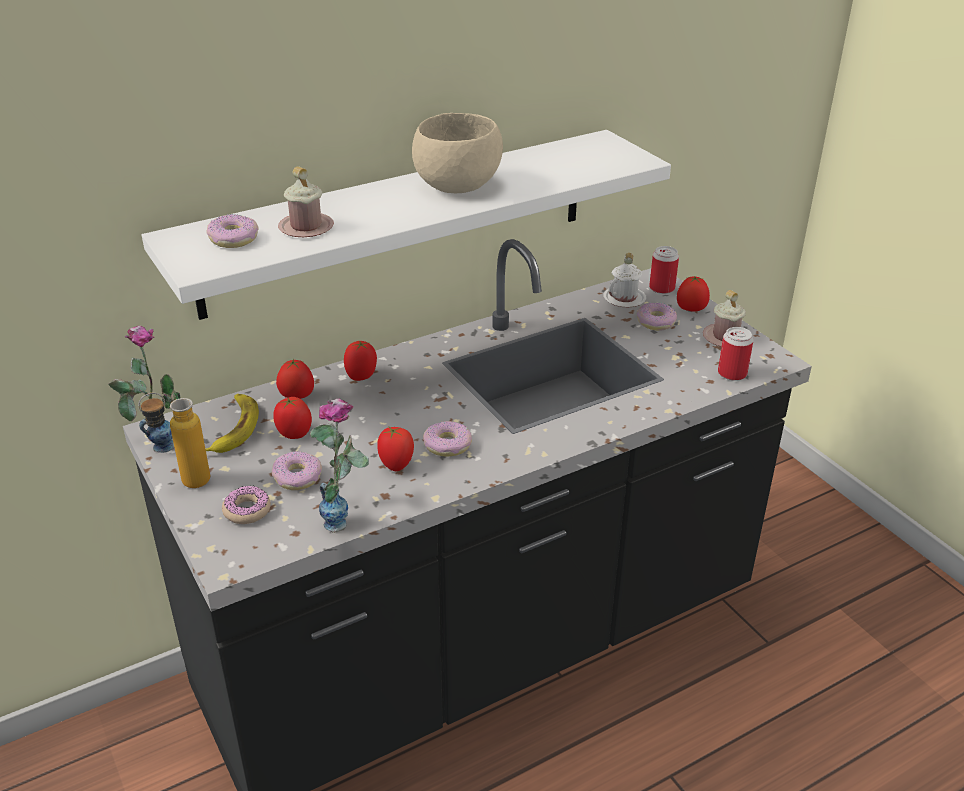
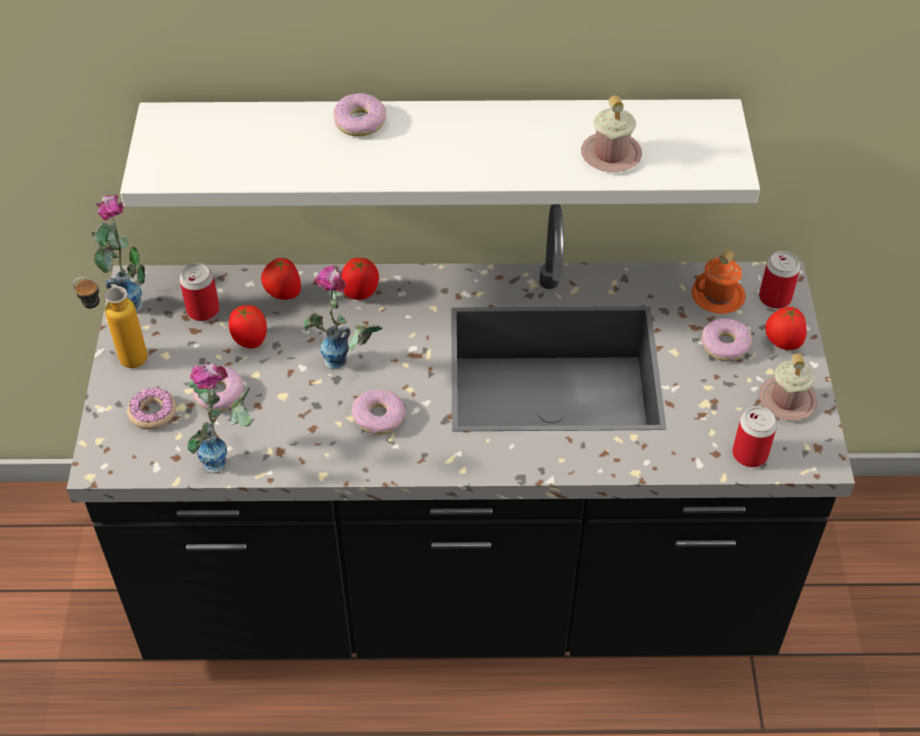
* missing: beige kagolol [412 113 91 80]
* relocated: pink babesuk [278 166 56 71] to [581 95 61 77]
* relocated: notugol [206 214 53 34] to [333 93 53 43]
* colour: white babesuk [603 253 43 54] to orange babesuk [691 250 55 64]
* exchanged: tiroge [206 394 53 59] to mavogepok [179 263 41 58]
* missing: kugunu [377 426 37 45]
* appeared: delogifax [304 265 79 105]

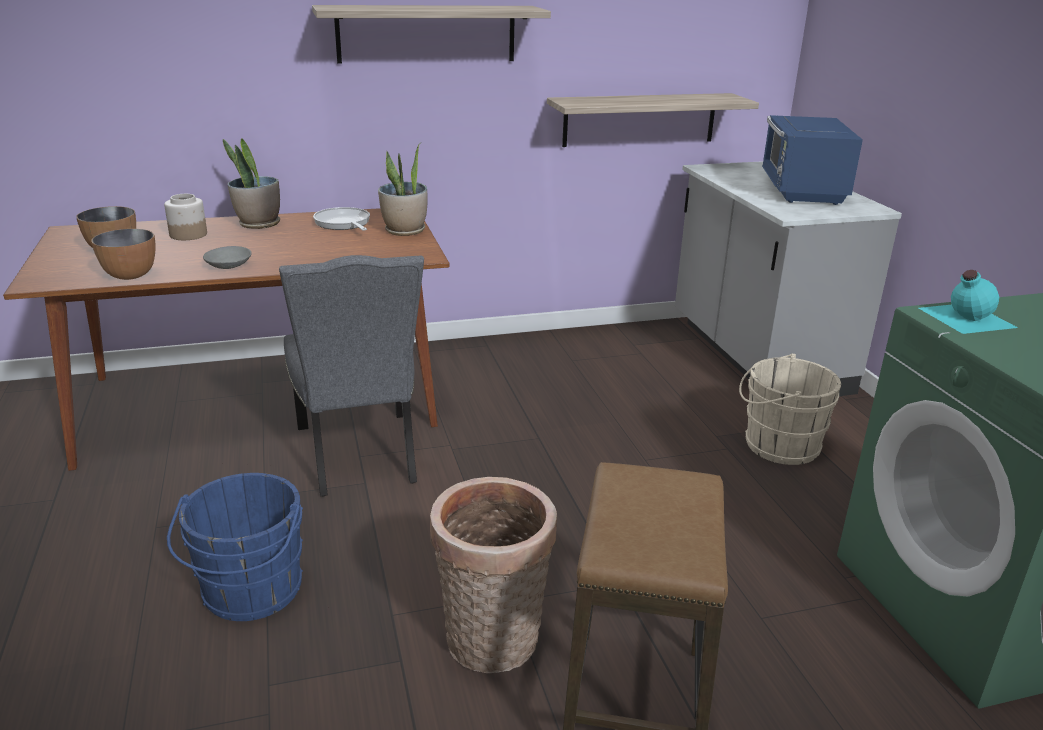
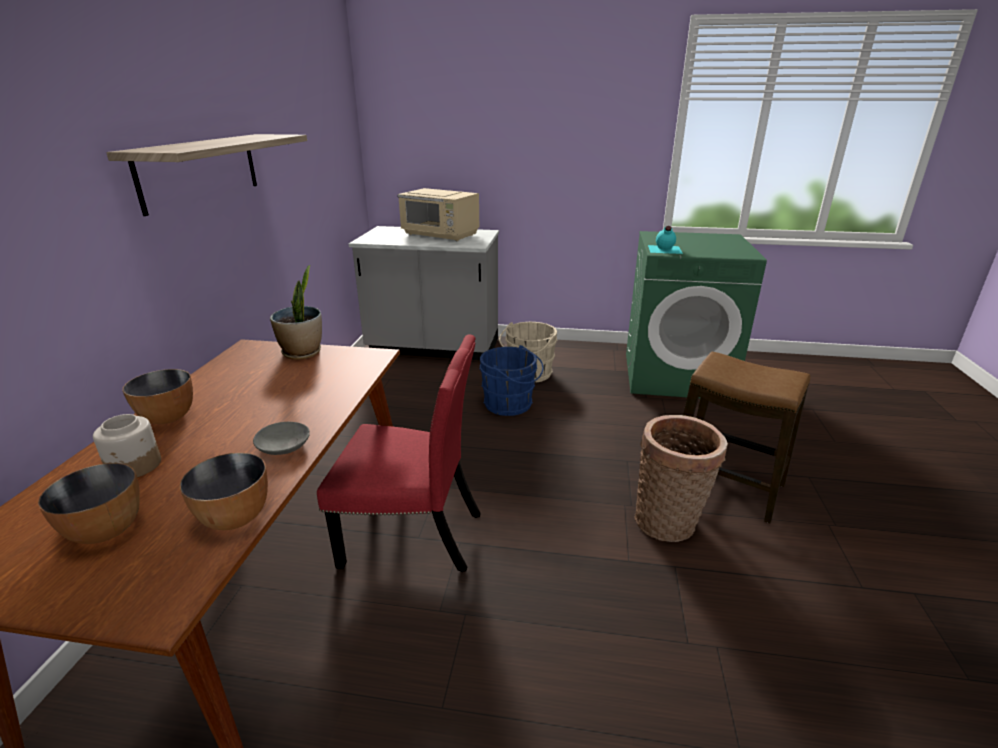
* missing: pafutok [547 93 212 54]
* colour: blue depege [762 115 101 90] to beige depege [397 188 82 53]
* exchanged: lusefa [223 138 57 91] to kagolol [123 369 70 55]
* missing: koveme [313 207 57 24]
* colour: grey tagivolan [279 255 145 241] to red tagivolan [317 335 164 237]
* relocated: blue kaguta [167 473 136 148] to [479 345 65 71]

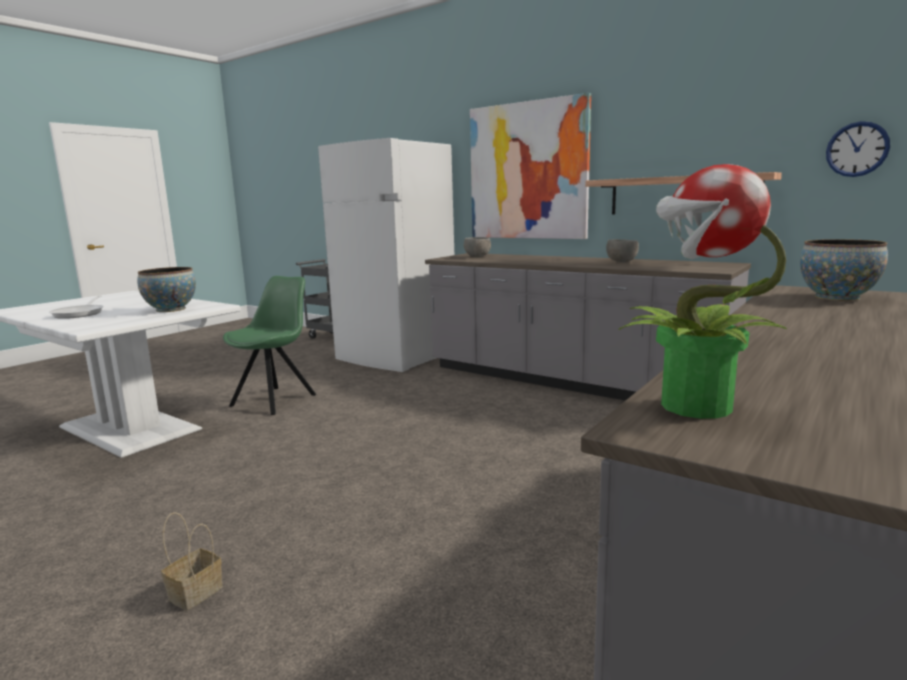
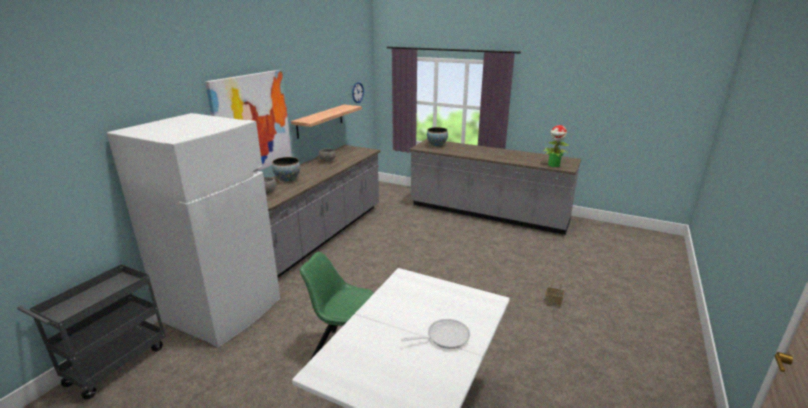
* relocated: kagolol [137 267 59 45] to [272 157 28 26]

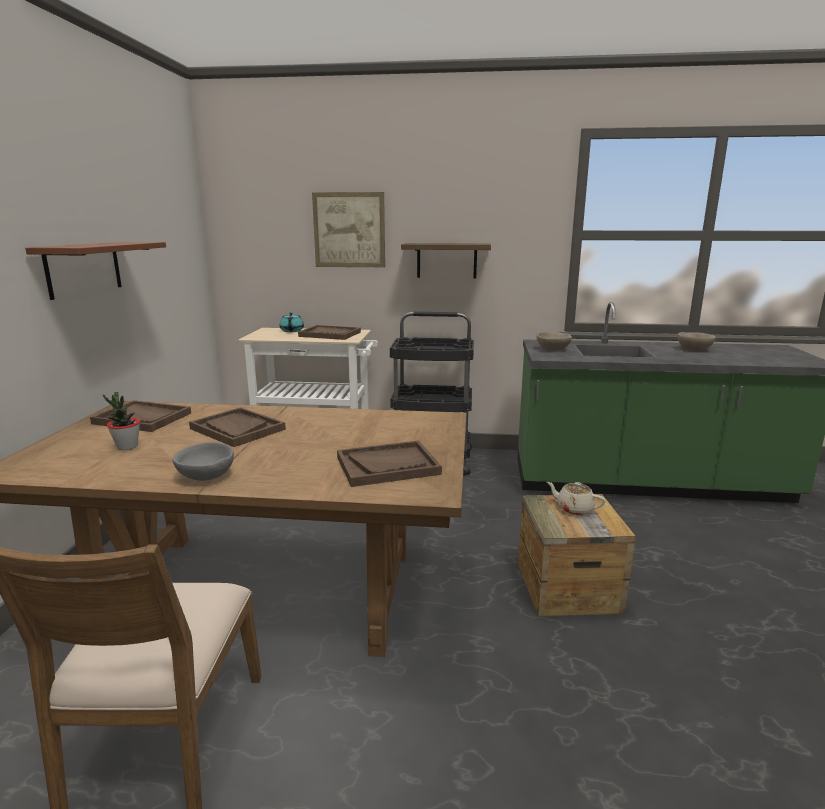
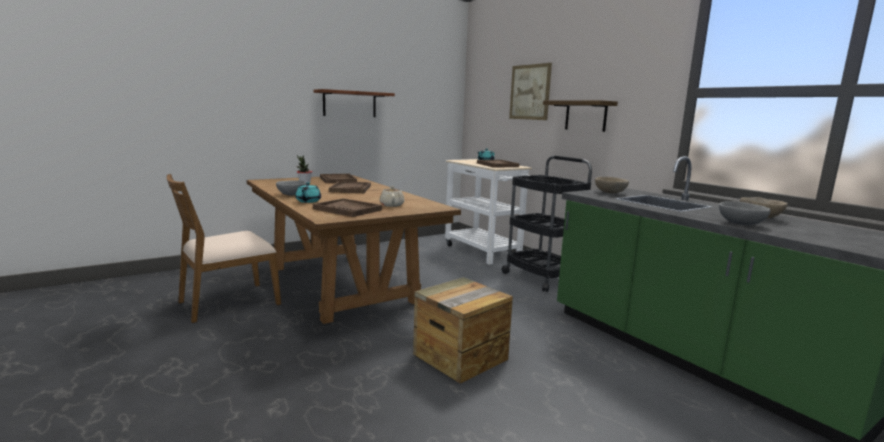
* relocated: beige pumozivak [547 482 59 33] to [380 186 25 21]
* appeared: turquoise pumozivak [295 182 26 21]
* appeared: grey kagolol [719 201 52 24]

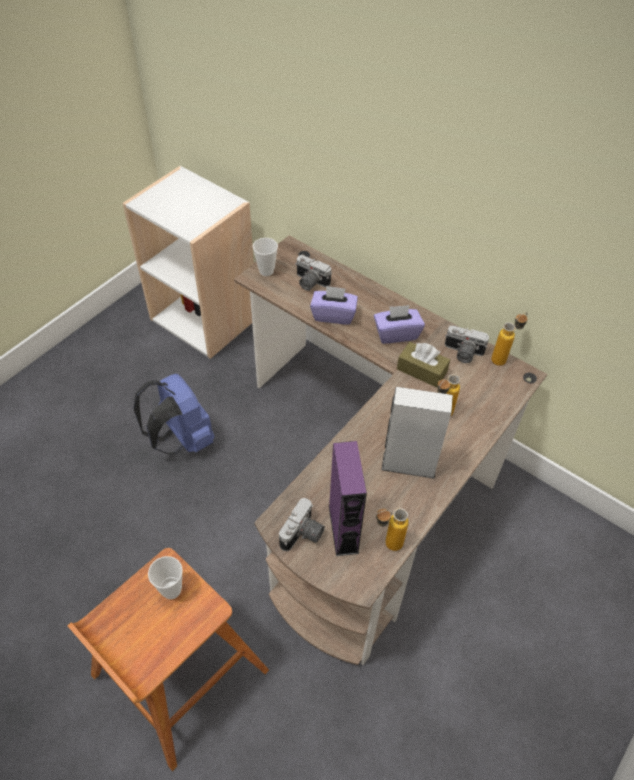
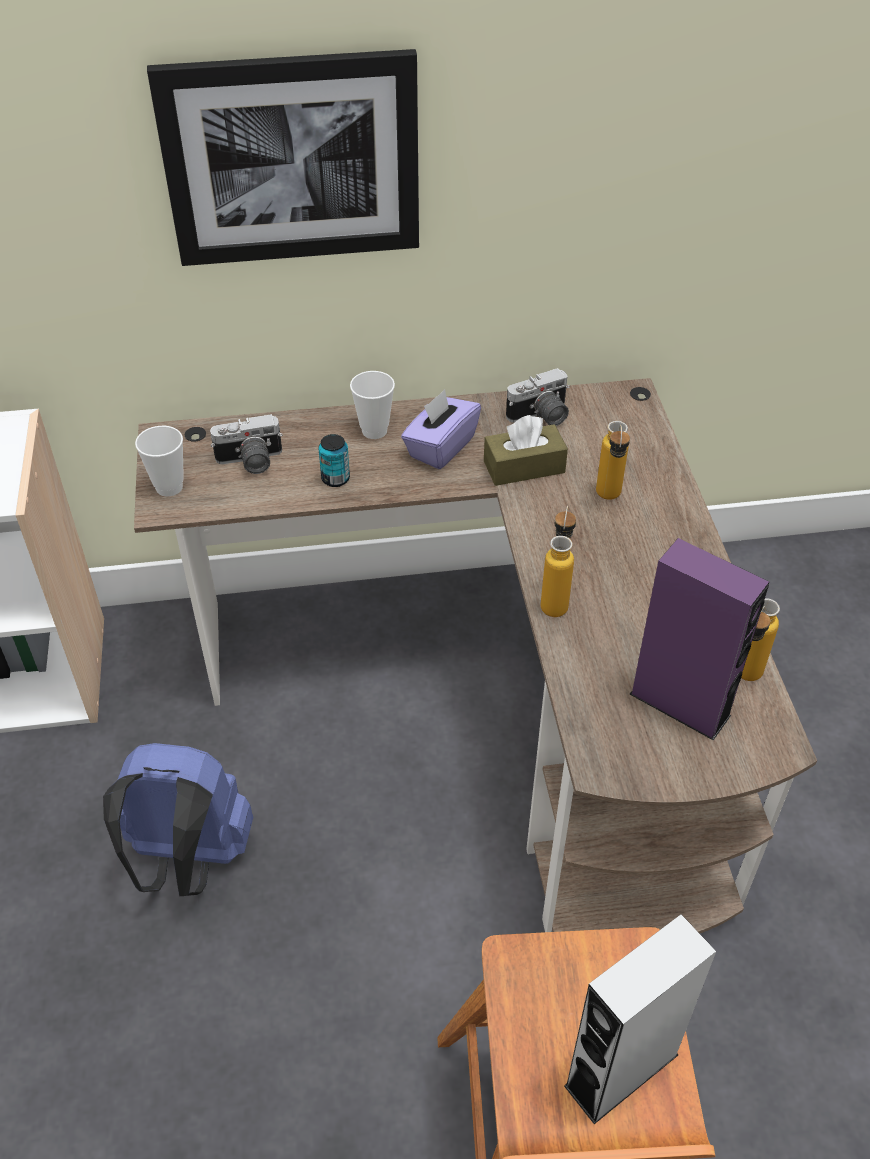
* exchanged: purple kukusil [310 285 48 40] to mavogepok [318 434 32 53]
* relocated: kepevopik [491 313 37 53] to [541 506 35 111]
* relocated: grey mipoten [382 387 71 92] to [564 914 152 210]
* missing: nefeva [279 498 46 53]
* relocated: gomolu [148 556 35 43] to [350 371 45 68]
* appeared: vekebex [147 49 272 217]

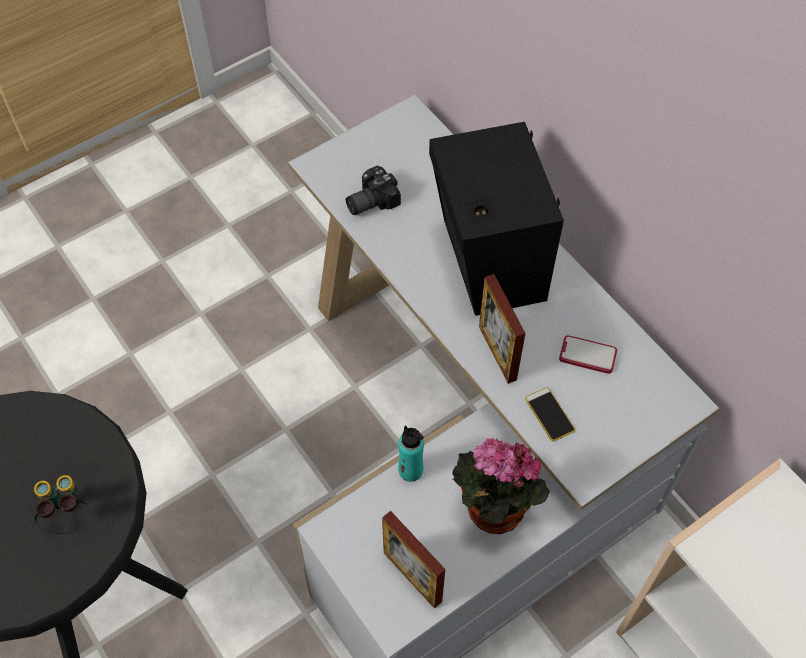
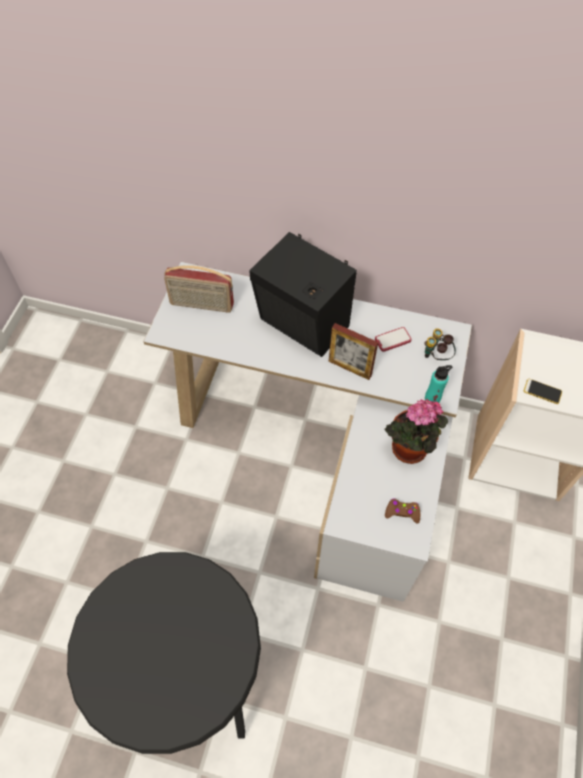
* missing: nefeva [346 166 55 49]
* relocated: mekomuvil [525 387 50 54] to [524 379 38 25]
* relocated: turquoise kepevopik [398 425 26 57] to [425 365 28 38]
* relocated: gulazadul [34 475 55 59] to [424 328 32 32]
* exchanged: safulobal [382 511 63 98] to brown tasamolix [385 499 35 24]
* appeared: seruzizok [164 265 70 48]

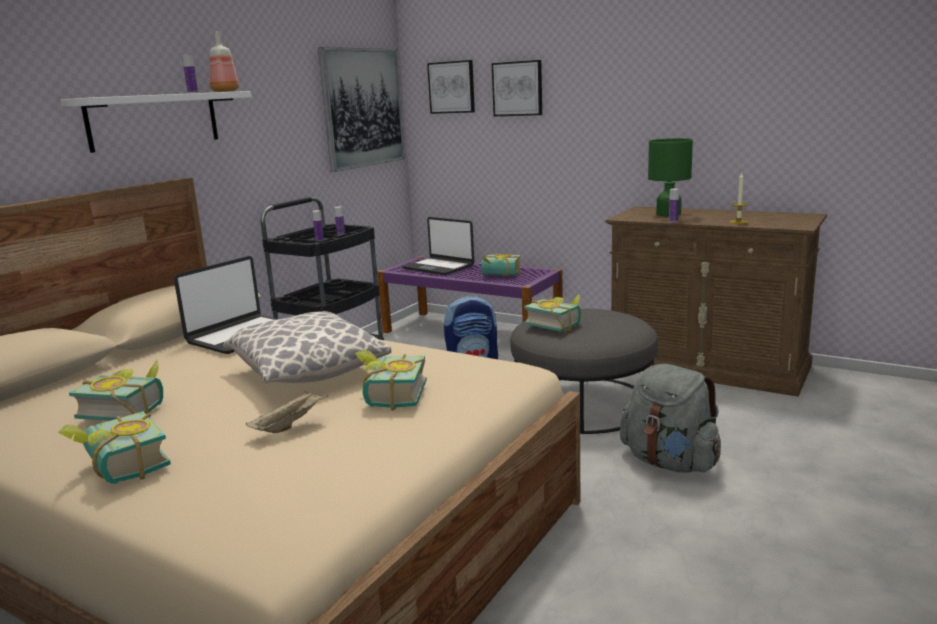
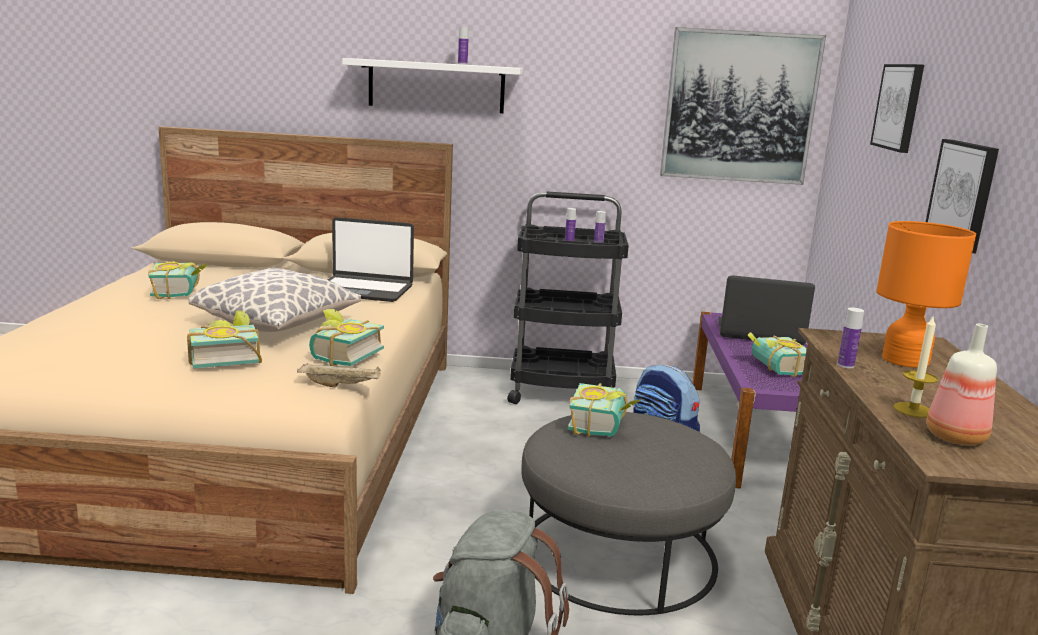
* relocated: kepevopik [210 31 29 61] to [926 324 71 121]
* relocated: vekebex [427 60 48 54] to [926 139 73 114]
* colour: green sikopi [648 138 45 79] to orange sikopi [876 221 100 147]
* spun: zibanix [402 217 72 58] = [718 275 97 70] 90 degrees clockwise
* relocated: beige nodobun [246 390 82 43] to [297 363 84 24]
* relocated: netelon [58 411 113 73] to [309 309 75 57]

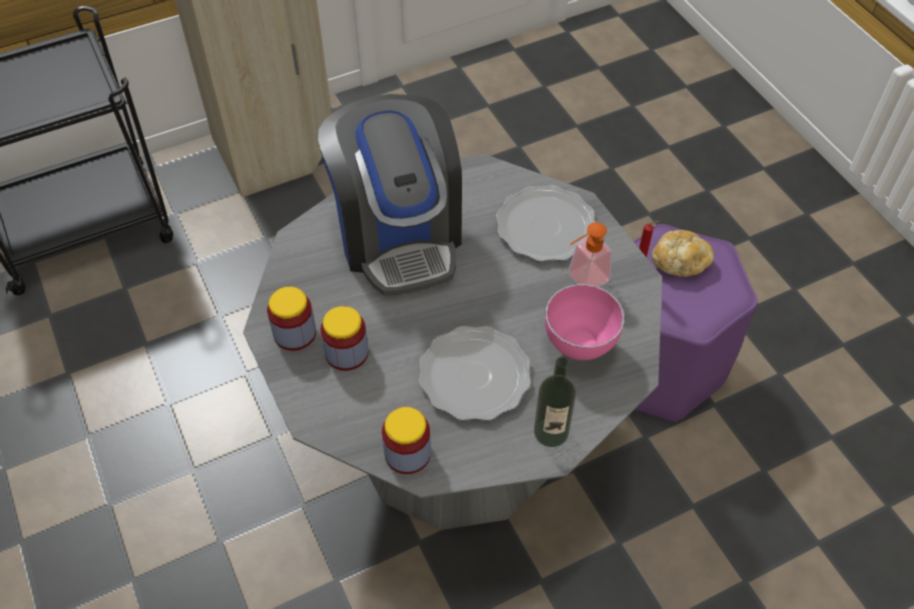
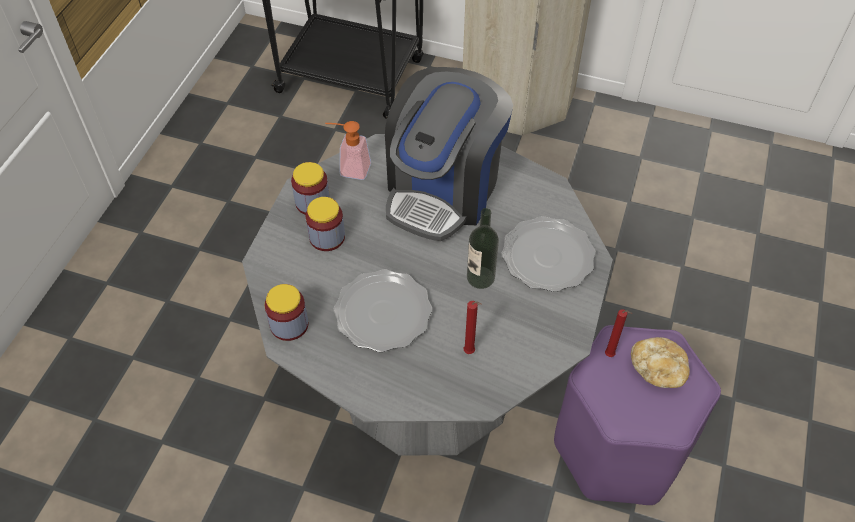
* relocated: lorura [568 223 44 64] to [325 121 46 59]
* exchanged: pink kagolol [545 284 80 76] to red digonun [464 301 18 53]
* relocated: kepevopik [534 357 42 90] to [467 208 32 81]

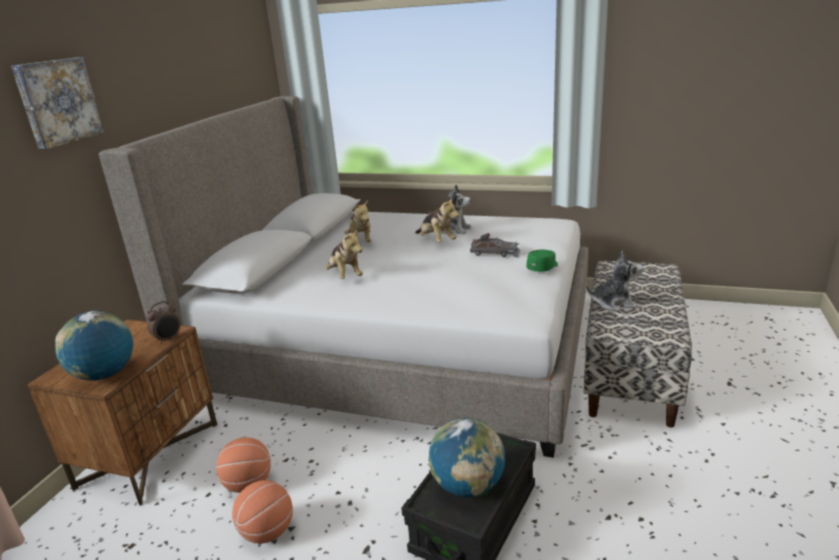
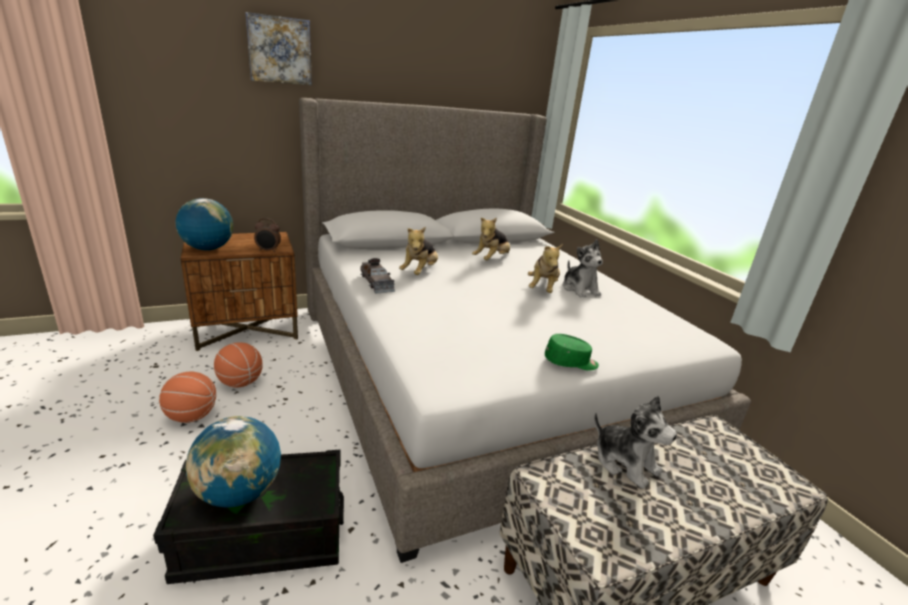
* relocated: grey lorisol [470 233 51 24] to [360 258 35 36]

